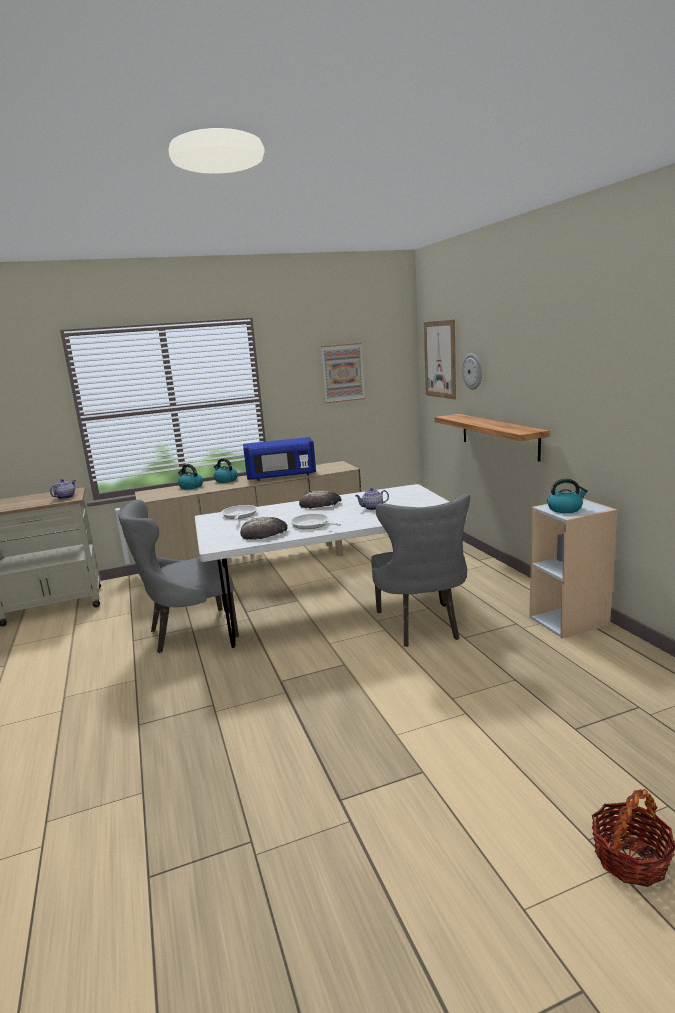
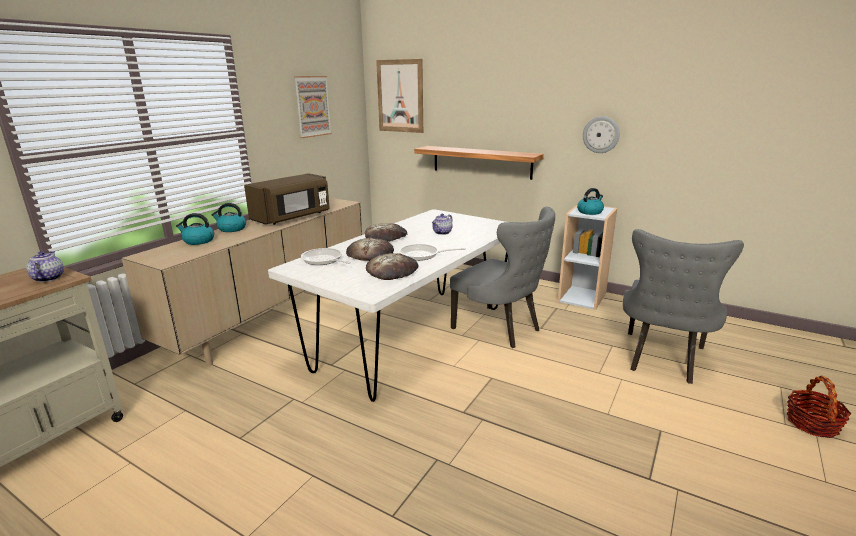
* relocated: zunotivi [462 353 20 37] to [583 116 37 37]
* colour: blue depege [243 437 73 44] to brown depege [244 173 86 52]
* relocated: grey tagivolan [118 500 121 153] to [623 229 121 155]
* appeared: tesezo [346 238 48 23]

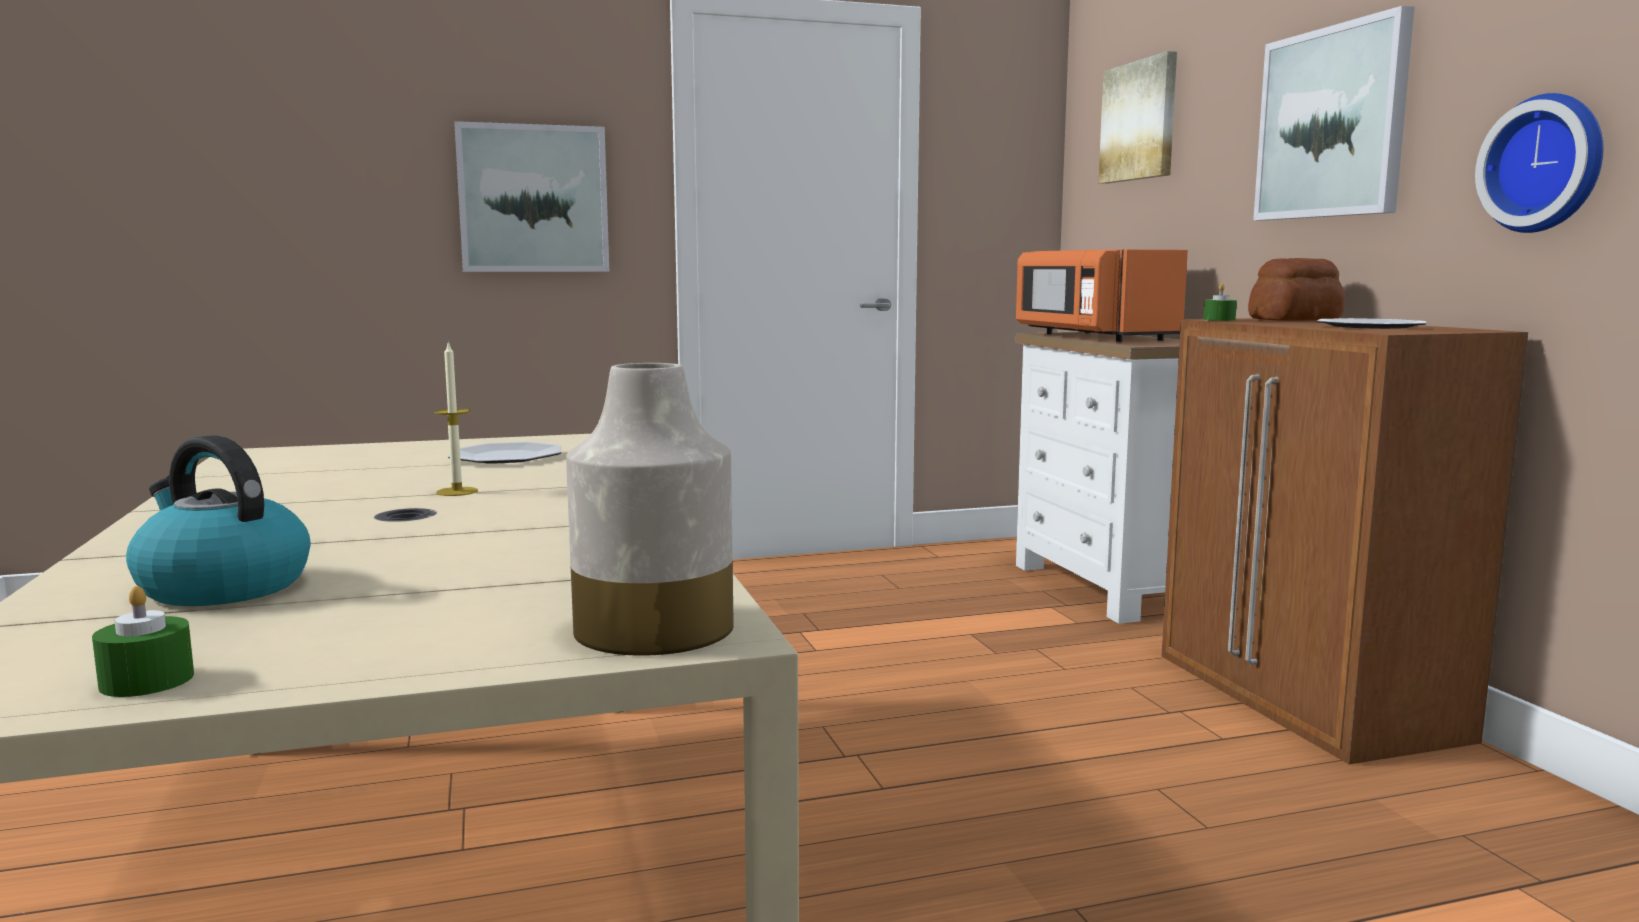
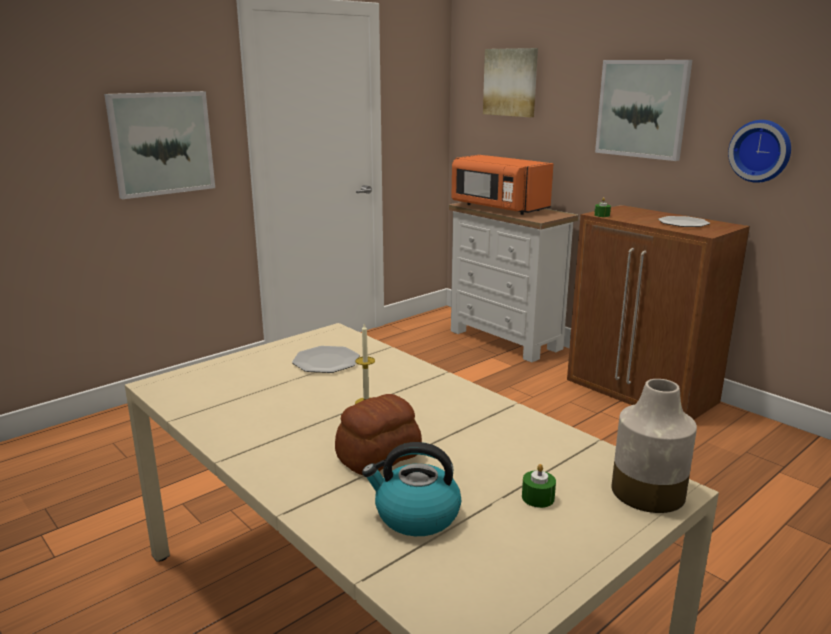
* relocated: tesezo [1248 258 97 63] to [335 394 87 81]
* relocated: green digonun [92 586 102 111] to [522 464 34 44]

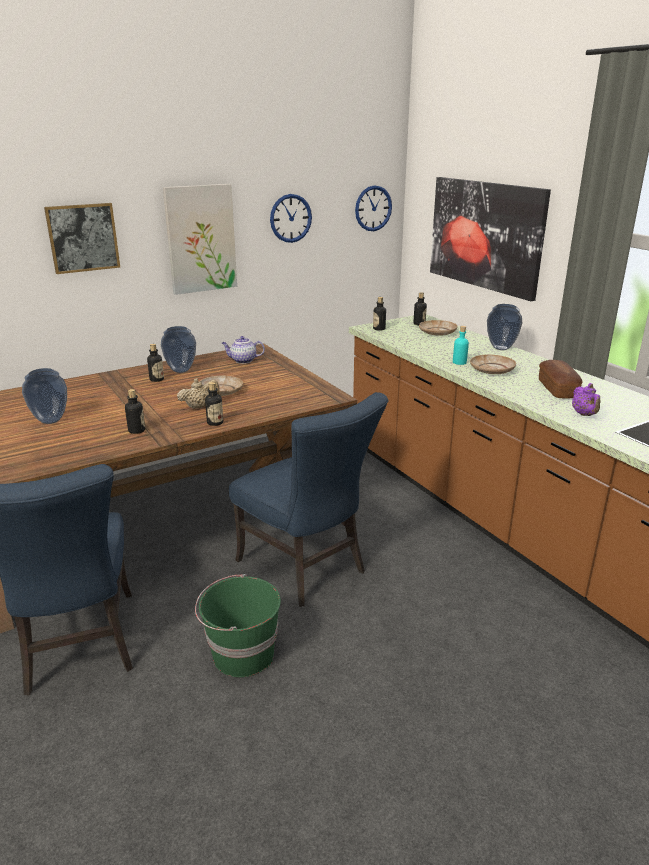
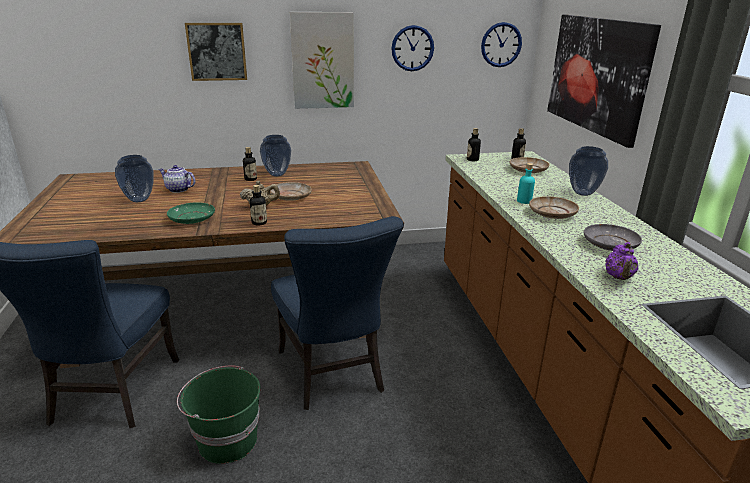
* relocated: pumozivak [222 336 43 28] to [158 165 37 28]
* exchanged: tesezo [539 360 44 39] to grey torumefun [584 224 58 27]
* exchanged: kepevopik [125 389 20 45] to green torumefun [167 203 48 21]

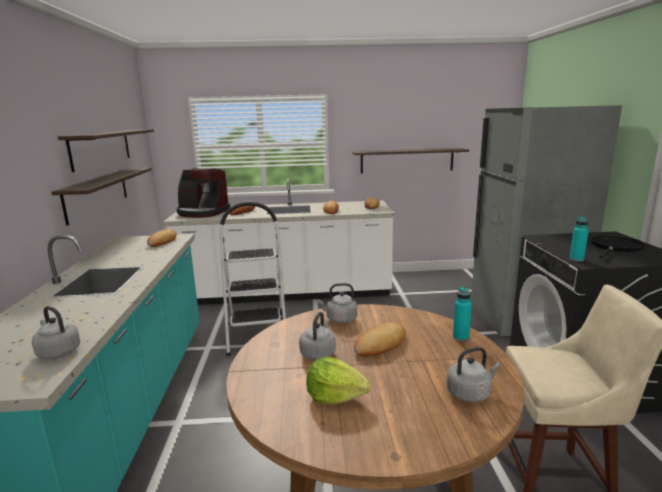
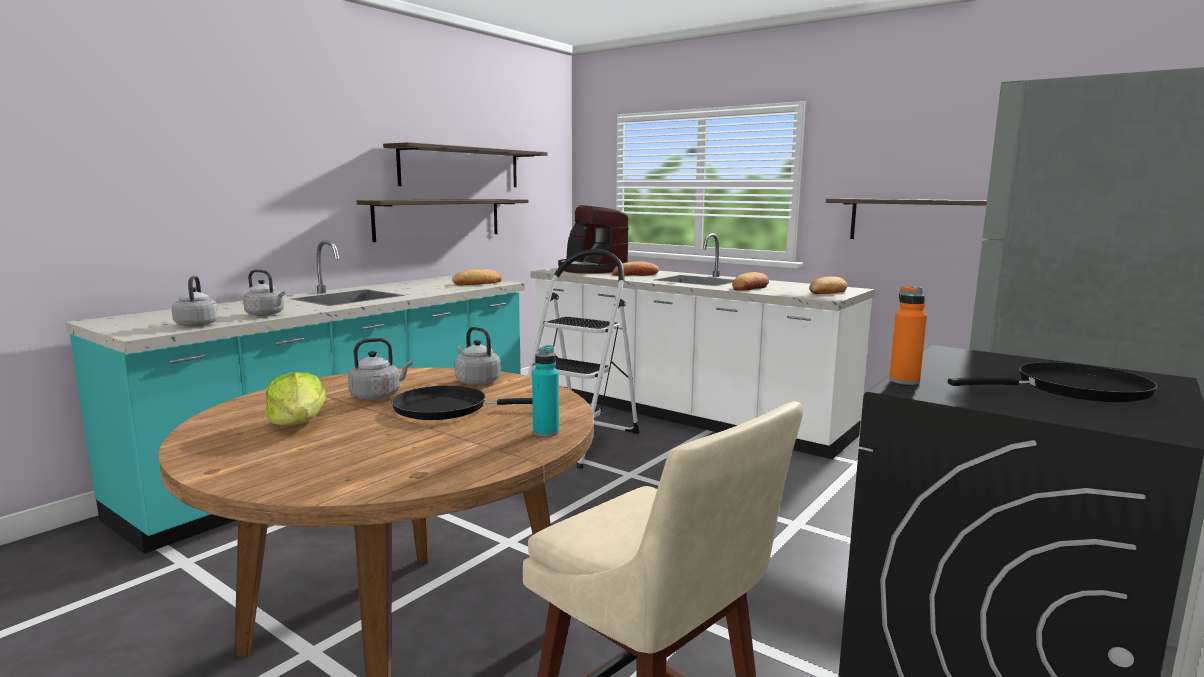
* colour: turquoise kepevopik [569 217 20 44] to orange kepevopik [889 286 38 99]
* exchanged: tesezo [354 322 52 35] to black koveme [391 385 142 35]
* relocated: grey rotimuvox [447 347 54 55] to [243 269 42 47]

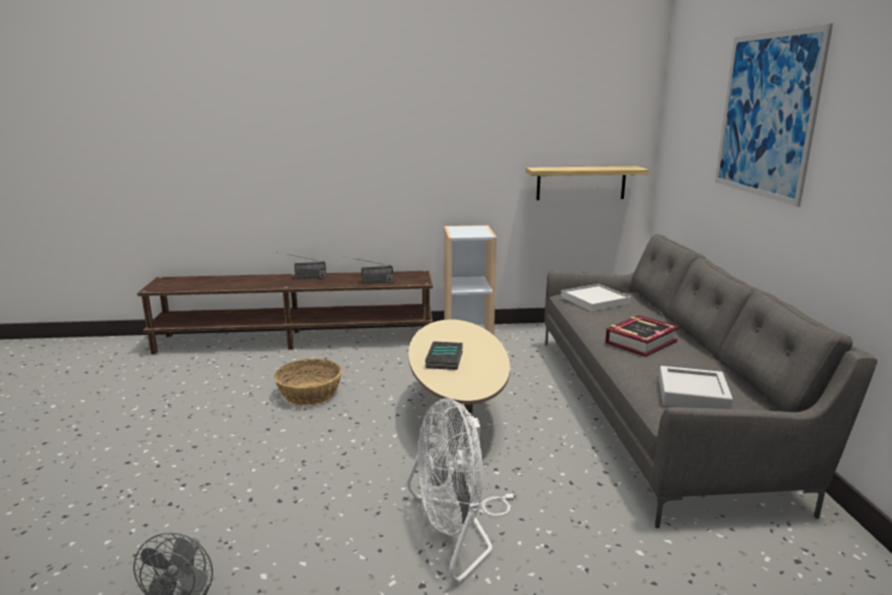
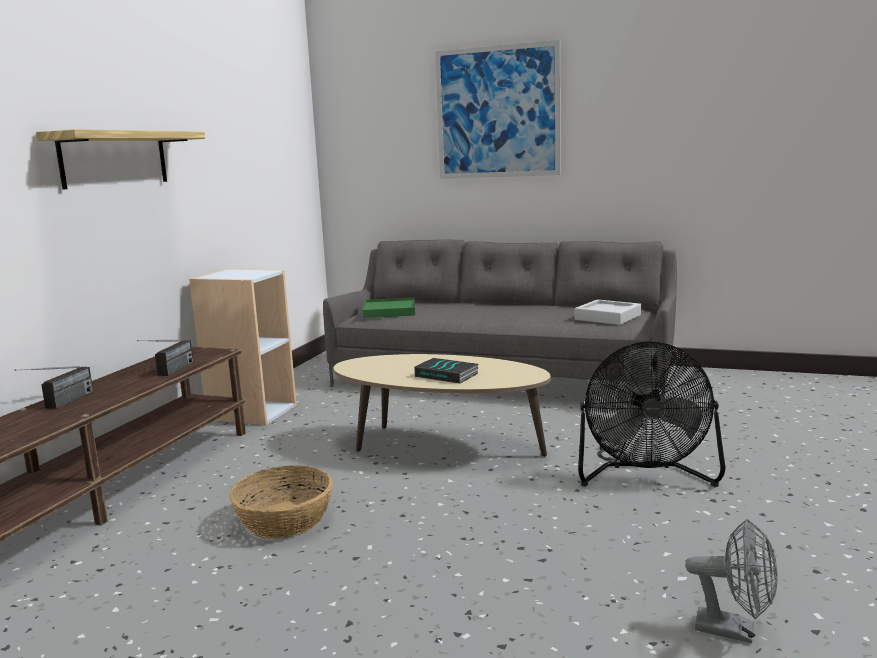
* relocated: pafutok [526 166 123 34] to [36 129 169 61]
* colour: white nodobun [561 284 70 27] to green nodobun [363 298 52 20]
* missing: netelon [605 315 74 42]
* colour: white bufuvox [407 398 109 189] to black bufuvox [578 342 147 145]

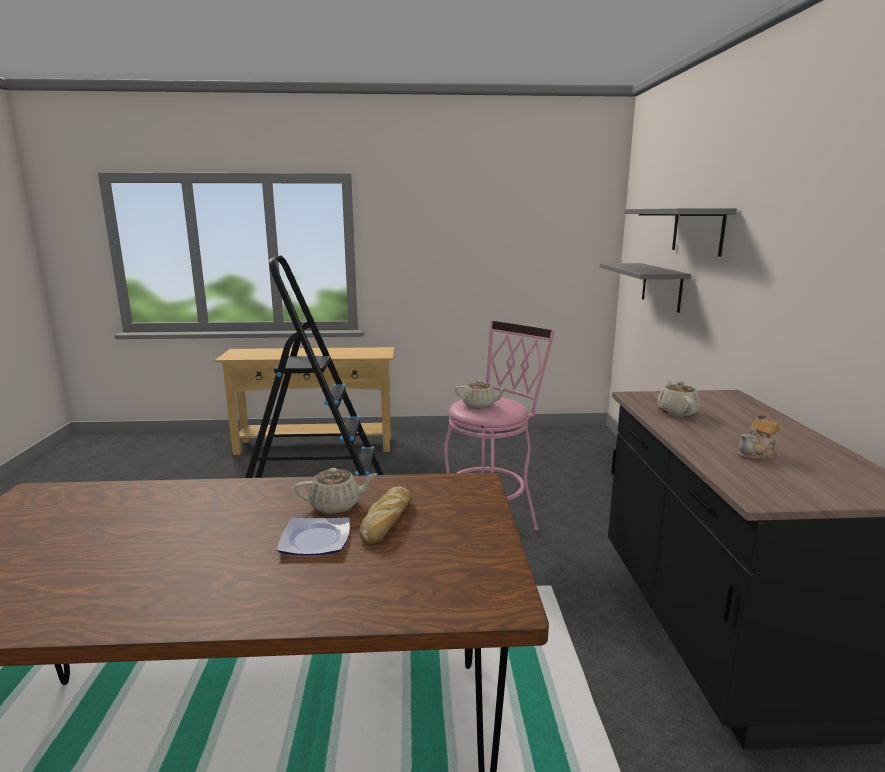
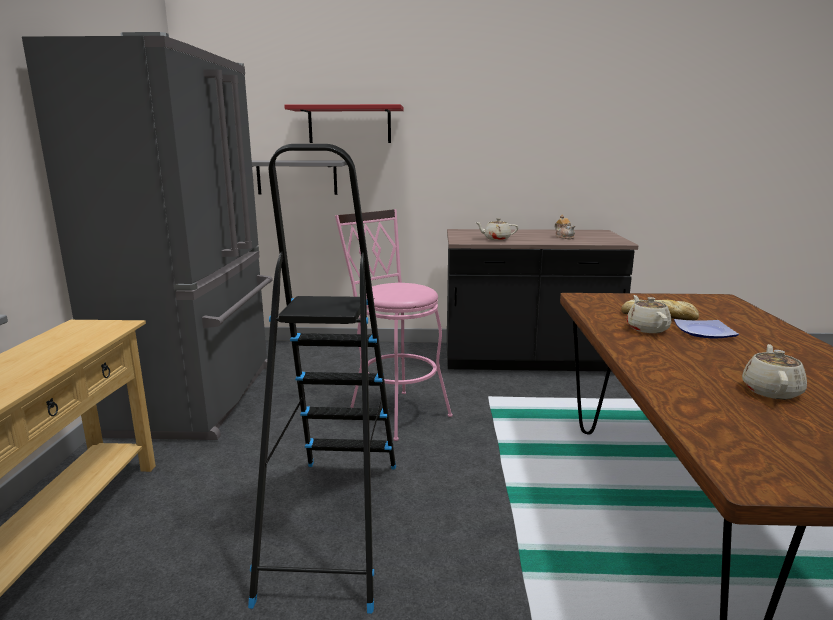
* colour: grey pafutok [624 208 113 49] to red pafutok [284 104 120 39]
* relocated: beige pumozivak [455 380 53 29] to [742 344 65 55]
* appeared: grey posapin [22 32 251 408]

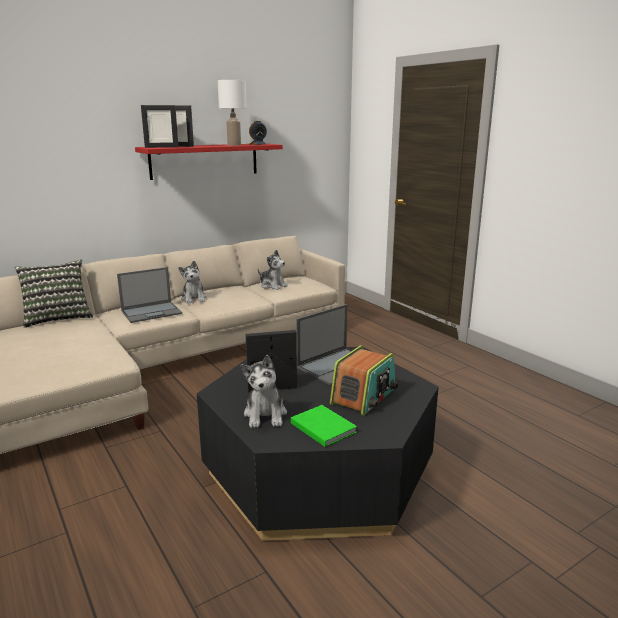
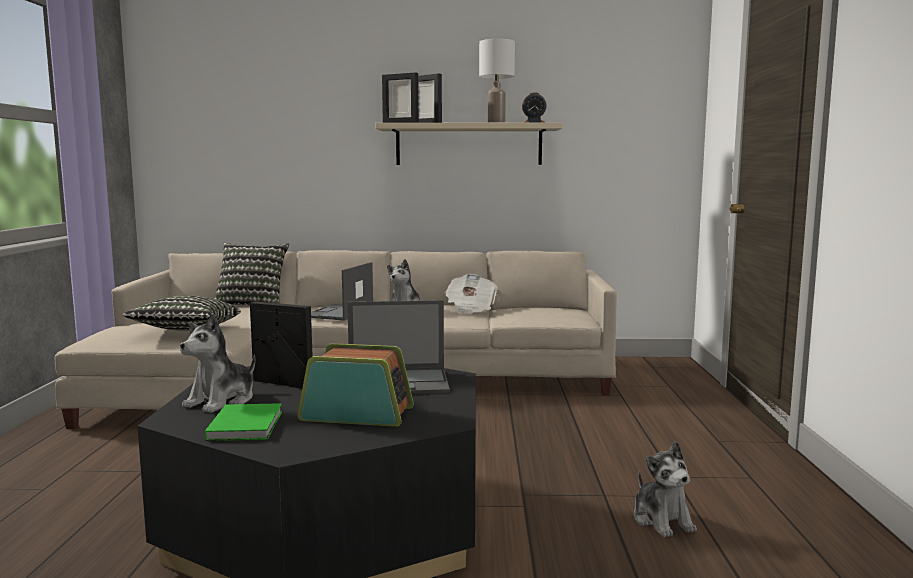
* colour: red pafutok [135 144 148 36] to beige pafutok [375 122 188 43]
* relocated: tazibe [258 250 30 40] to [633 441 64 96]
* spun: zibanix [117 267 65 56] = [311 262 62 59] 105 degrees clockwise
* spun: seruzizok [330 345 68 71] = [298 343 116 84] 150 degrees counterclockwise
* appeared: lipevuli [445 274 53 40]
* appeared: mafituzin [123 295 118 36]

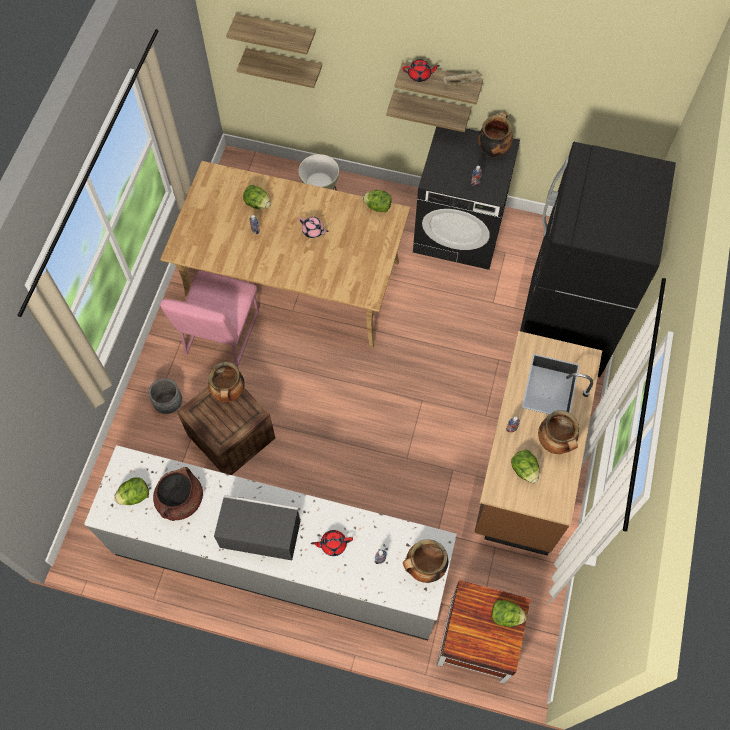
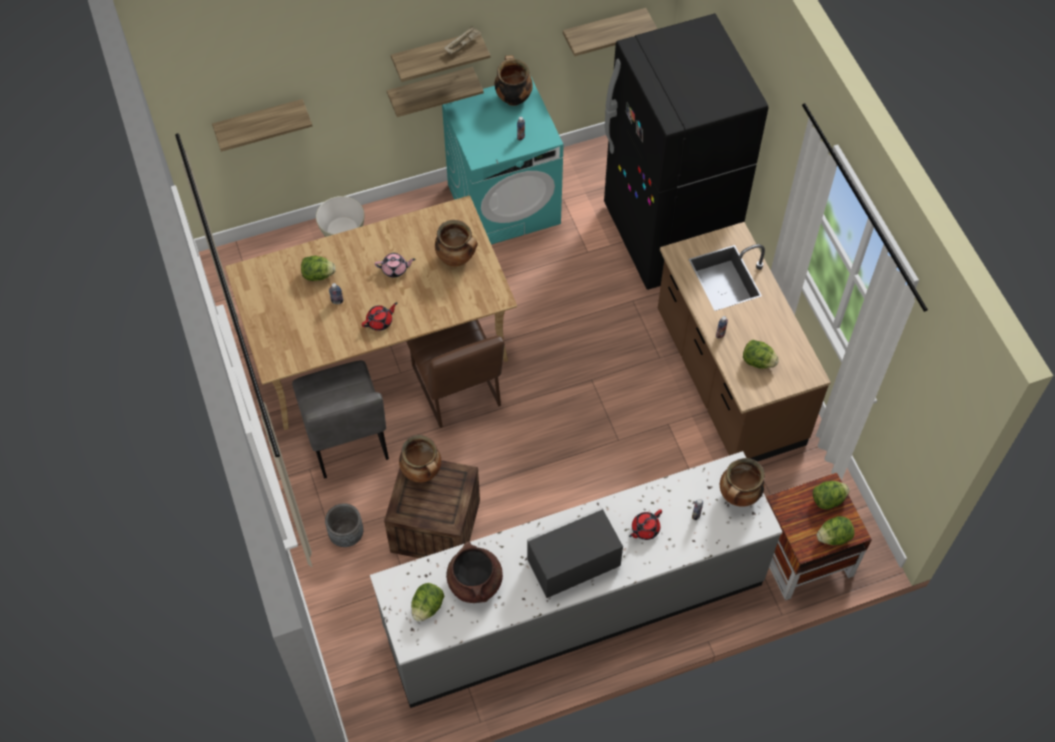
* relocated: pafutok [226 13 90 42] to [563 8 94 48]
* relocated: red pumozivak [403 59 37 23] to [362 302 35 29]
* colour: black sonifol [413 126 107 144] to turquoise sonifol [442 77 122 168]
* relocated: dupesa [363 190 29 22] to [817 516 38 29]
* colour: pink tagivolan [160 271 99 97] to grey tagivolan [292 360 97 119]
* relocated: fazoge [538 410 41 44] to [435 220 43 47]
* appeared: brown tagivolan [406 319 98 109]

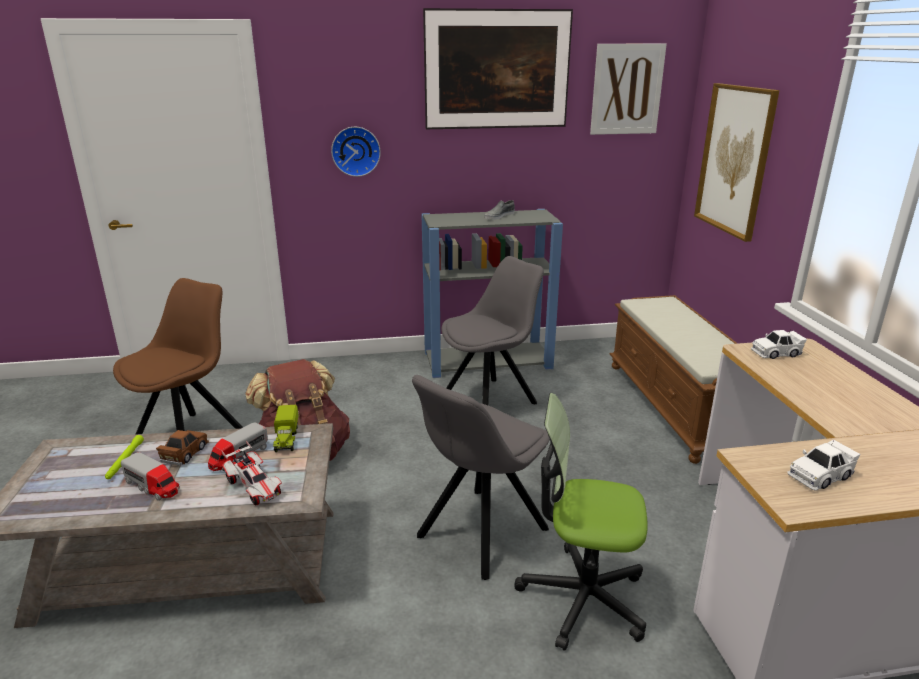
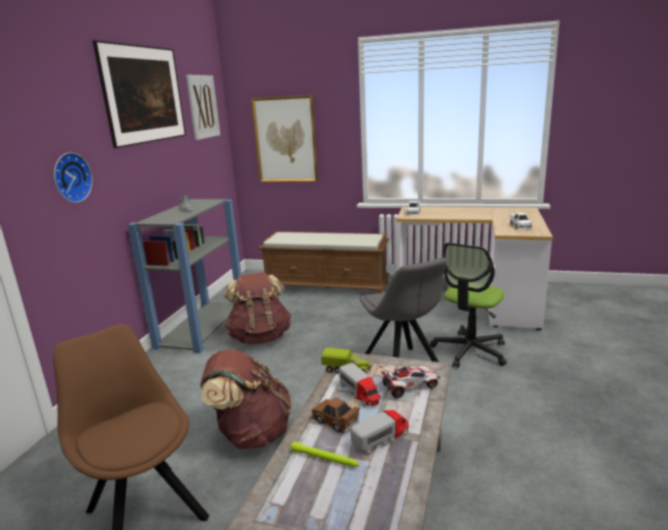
* exchanged: grey tagivolan [441 256 103 149] to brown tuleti [224 272 67 73]

